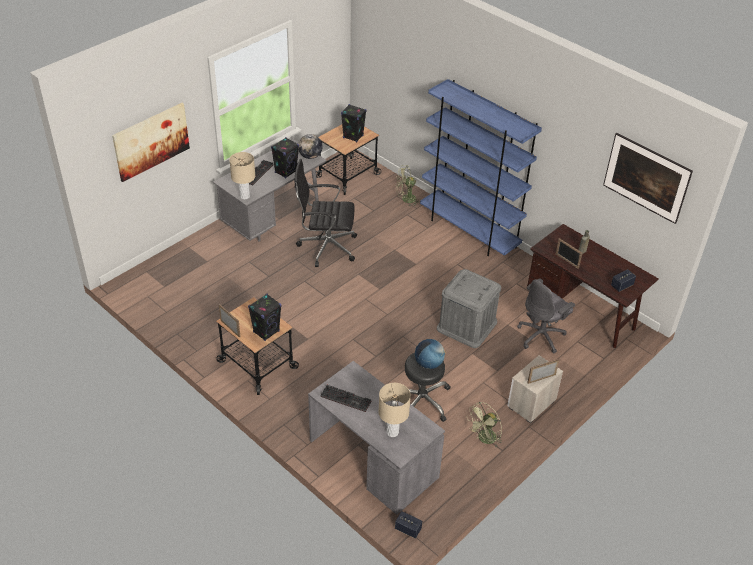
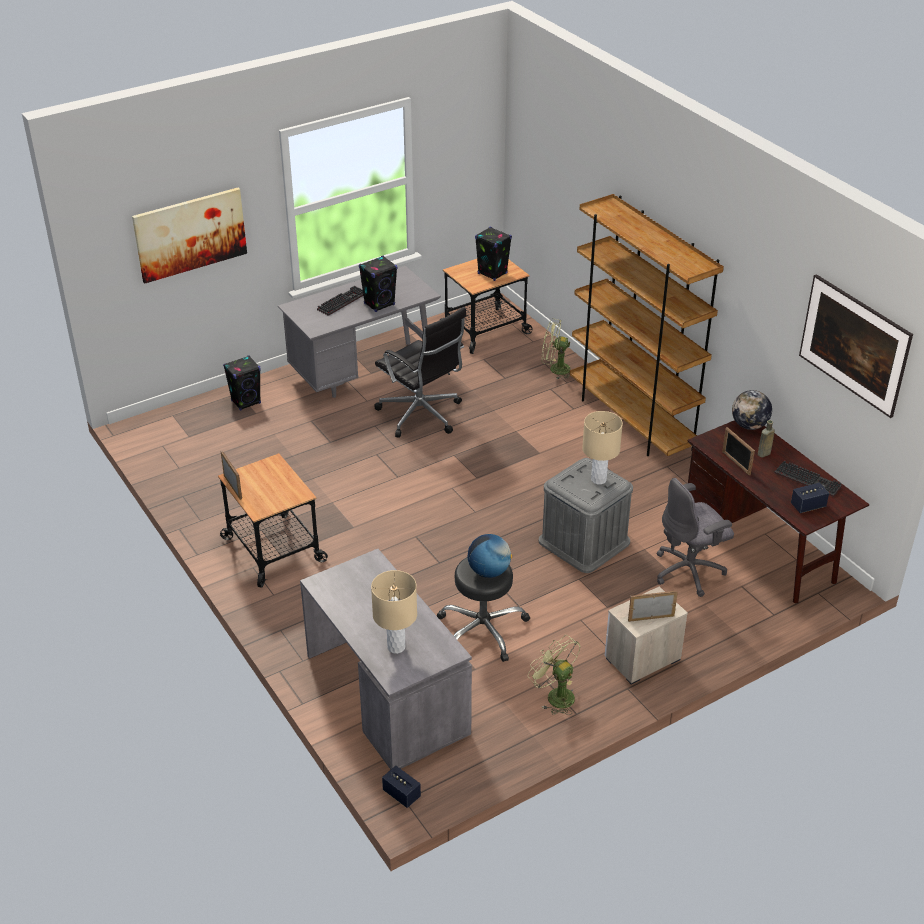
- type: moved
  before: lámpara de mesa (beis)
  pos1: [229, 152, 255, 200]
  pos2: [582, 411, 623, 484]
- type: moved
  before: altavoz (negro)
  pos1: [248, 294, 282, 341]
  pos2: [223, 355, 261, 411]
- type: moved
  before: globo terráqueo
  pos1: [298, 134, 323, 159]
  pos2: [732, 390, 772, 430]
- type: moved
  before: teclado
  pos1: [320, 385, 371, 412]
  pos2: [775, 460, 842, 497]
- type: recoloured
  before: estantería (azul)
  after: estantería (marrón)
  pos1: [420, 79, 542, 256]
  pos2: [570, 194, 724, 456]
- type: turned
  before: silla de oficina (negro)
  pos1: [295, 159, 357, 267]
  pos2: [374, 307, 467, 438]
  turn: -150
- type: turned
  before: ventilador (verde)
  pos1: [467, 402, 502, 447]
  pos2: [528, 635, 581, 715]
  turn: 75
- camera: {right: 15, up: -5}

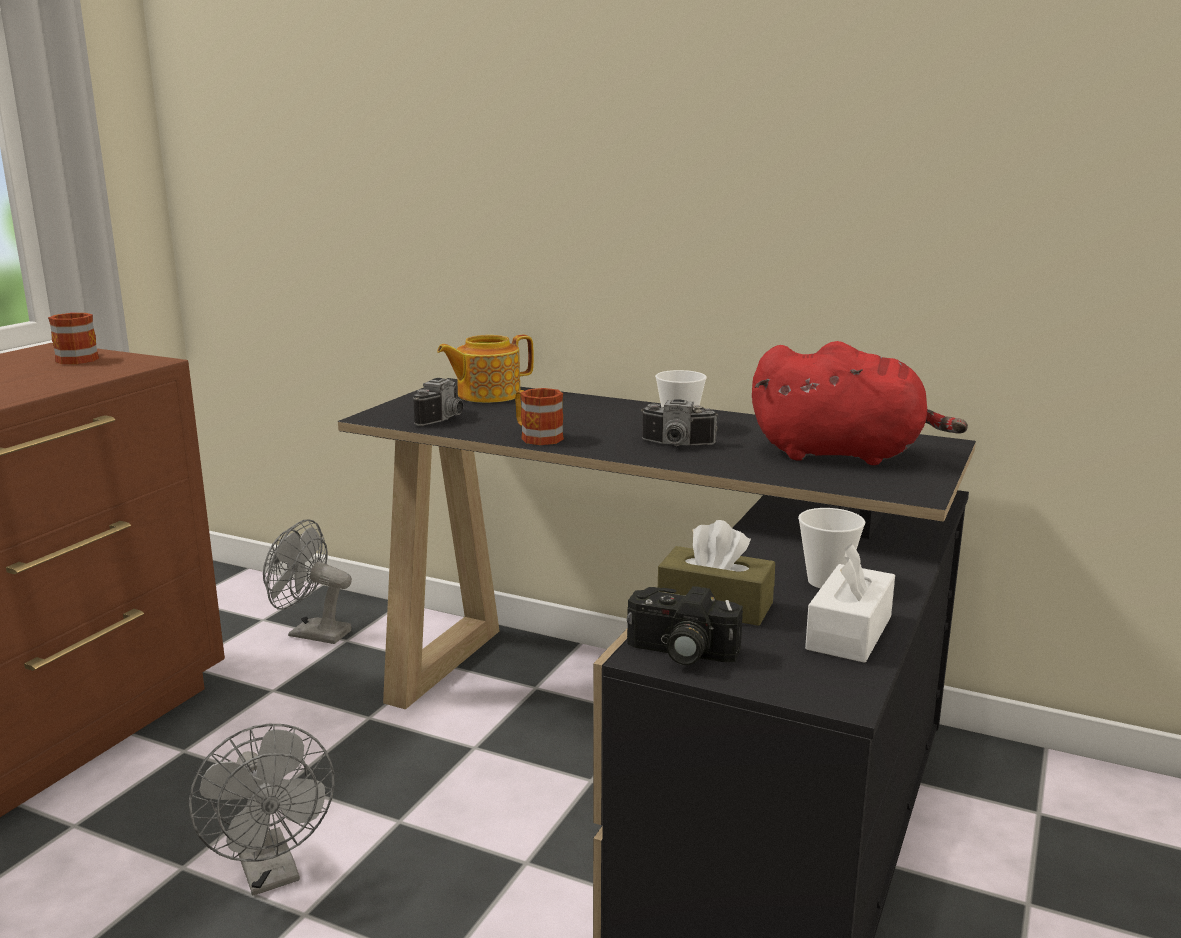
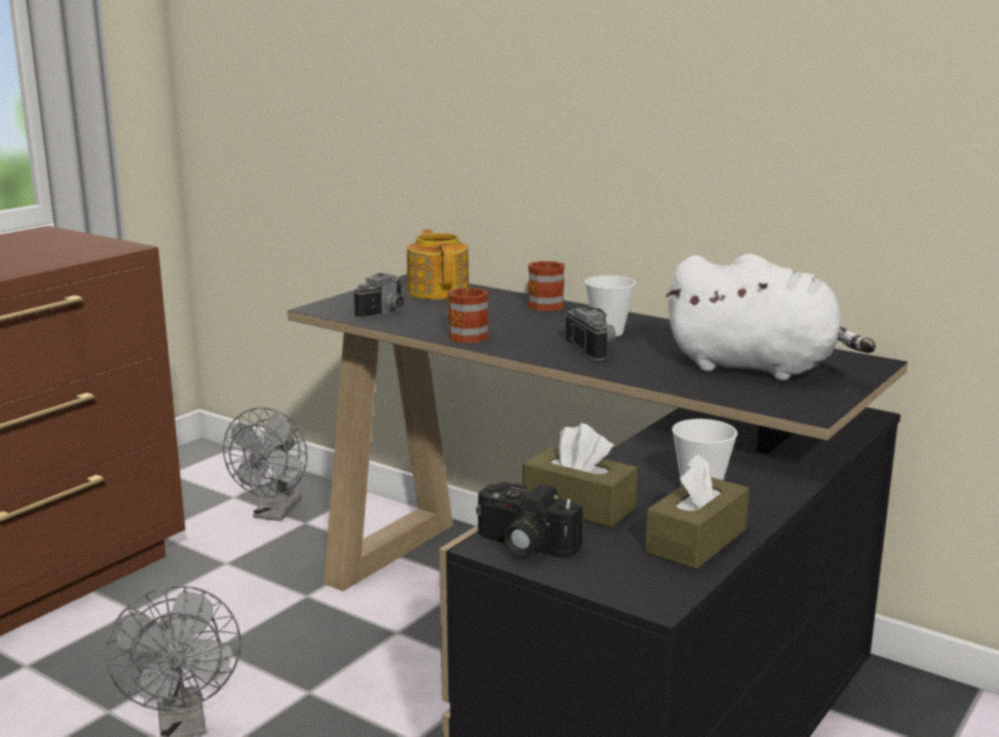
- type: moved
  before: taza grande
  pos1: [48, 313, 99, 364]
  pos2: [528, 261, 565, 311]
- type: recoloured
  before: peluche (rojo)
  after: peluche (blanco)
  pos1: [752, 341, 968, 465]
  pos2: [665, 254, 876, 381]
- type: recoloured
  before: caja de pañuelos (blanco)
  after: caja de pañuelos (marrón)
  pos1: [805, 543, 895, 663]
  pos2: [645, 453, 749, 569]
- type: turned
  before: ventilador (gris)
  pos1: [263, 519, 352, 644]
  pos2: [223, 407, 308, 521]
  turn: -105
- type: turned
  before: tetera
  pos1: [437, 335, 534, 403]
  pos2: [407, 229, 469, 300]
  turn: 90
- type: turned
  before: cámara
  pos1: [641, 399, 718, 446]
  pos2: [565, 307, 616, 361]
  turn: -135
- camera: {right: 10, up: 0}

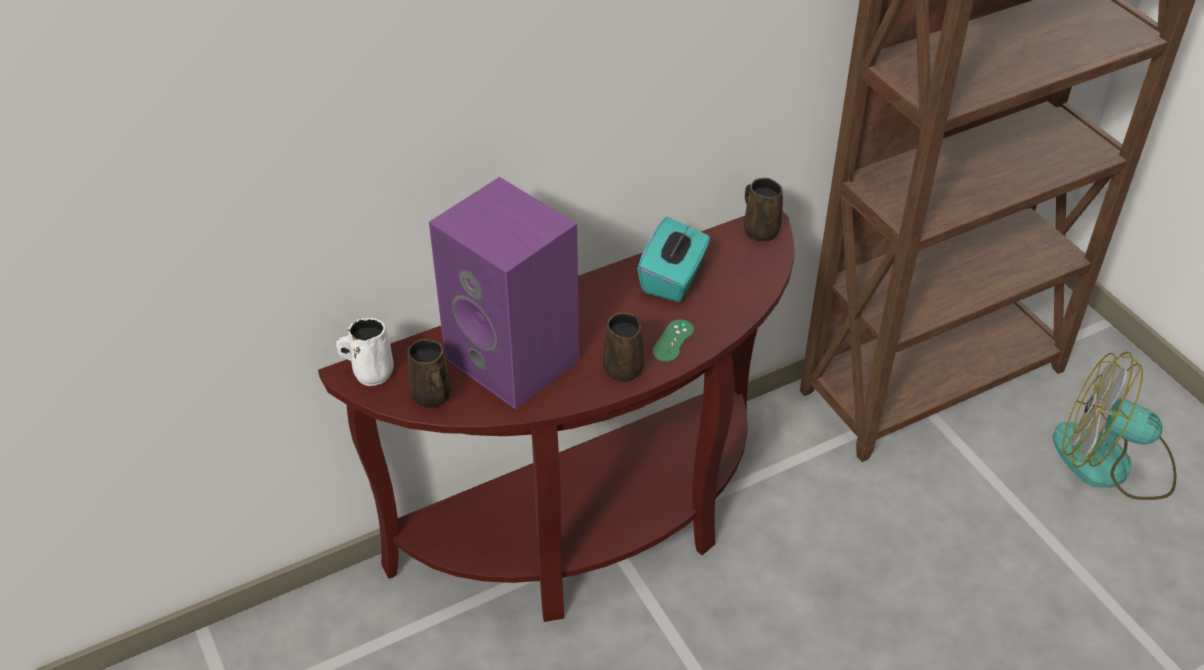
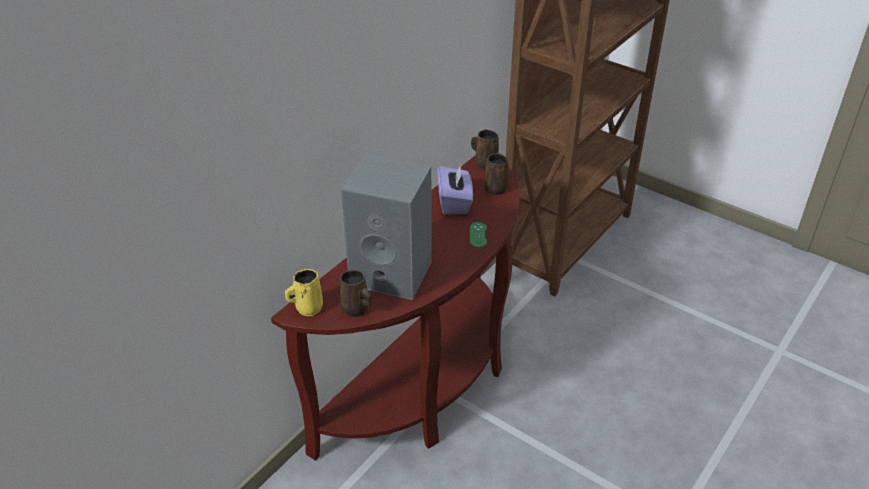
- type: removed
  before: ventilador
  pos1: [1053, 352, 1176, 500]
- type: moved
  before: taza grande (marrón)
  pos1: [603, 312, 644, 382]
  pos2: [484, 153, 509, 195]
- type: recoloured
  before: taza grande (blanco)
  after: taza grande (amarillo)
  pos1: [336, 318, 394, 386]
  pos2: [285, 269, 323, 316]
- type: recoloured
  before: altavoz (morado)
  after: altavoz (gris)
  pos1: [429, 177, 579, 409]
  pos2: [341, 154, 432, 300]
- type: recoloured
  before: caja de pañuelos (turquesa)
  after: caja de pañuelos (morado)
  pos1: [637, 217, 710, 302]
  pos2: [437, 164, 473, 215]
- camera: {right: -25, up: -5}

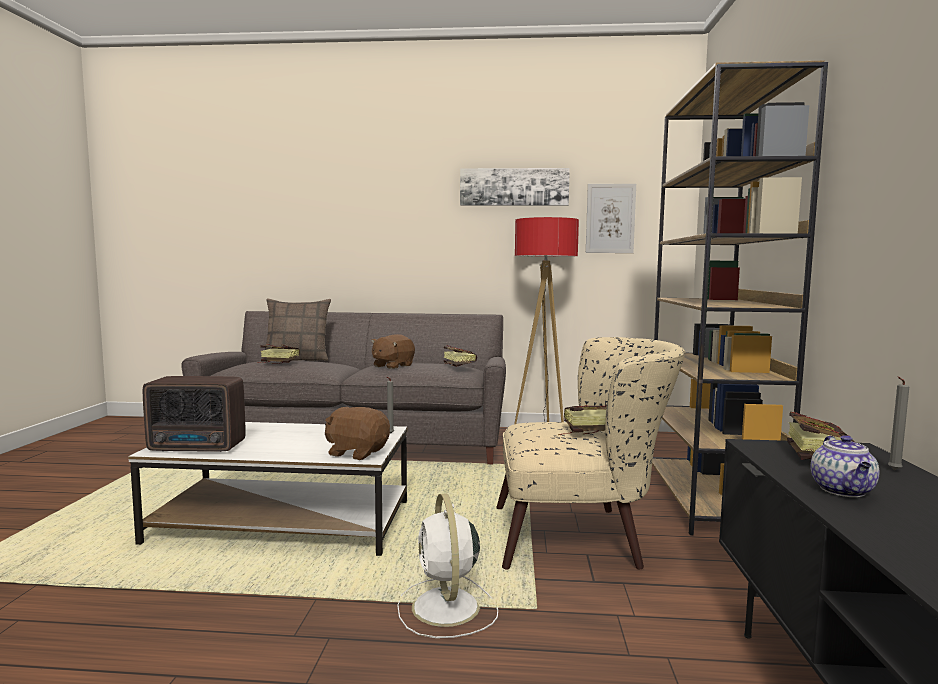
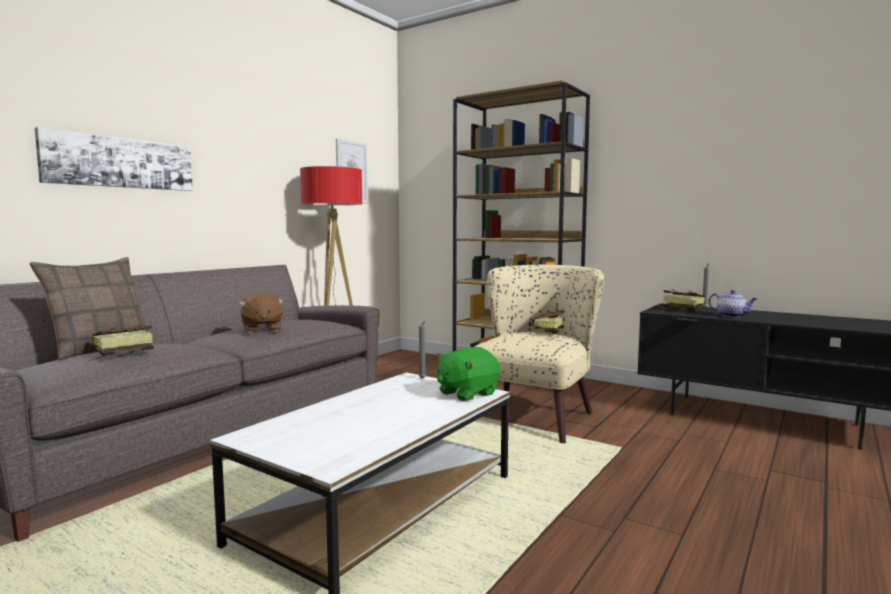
- type: removed
  before: radio
  pos1: [143, 376, 246, 452]
- type: removed
  before: ventilador (blanco)
  pos1: [397, 493, 498, 638]
- type: removed
  before: libro
  pos1: [444, 345, 477, 367]
- type: moved
  before: cuadro
  pos1: [460, 168, 570, 206]
  pos2: [35, 127, 193, 191]
- type: recoloured
  before: peluche (marrón)
  after: peluche (verde)
  pos1: [325, 407, 390, 460]
  pos2: [437, 347, 500, 401]
- camera: {right: -60, up: 0}

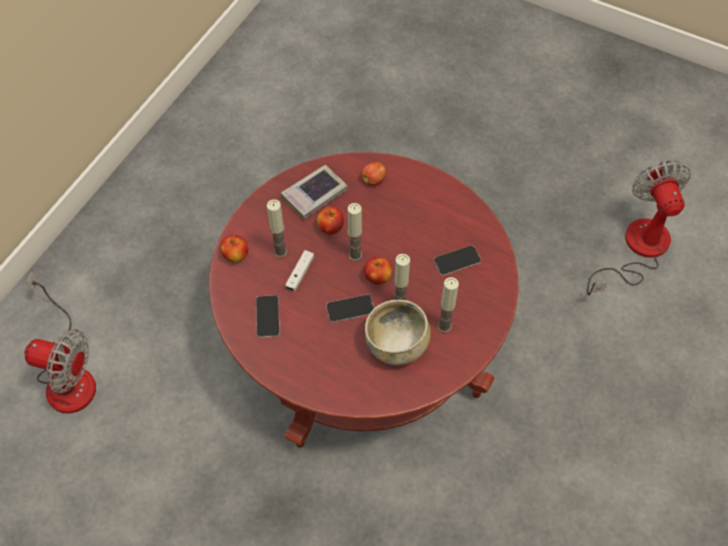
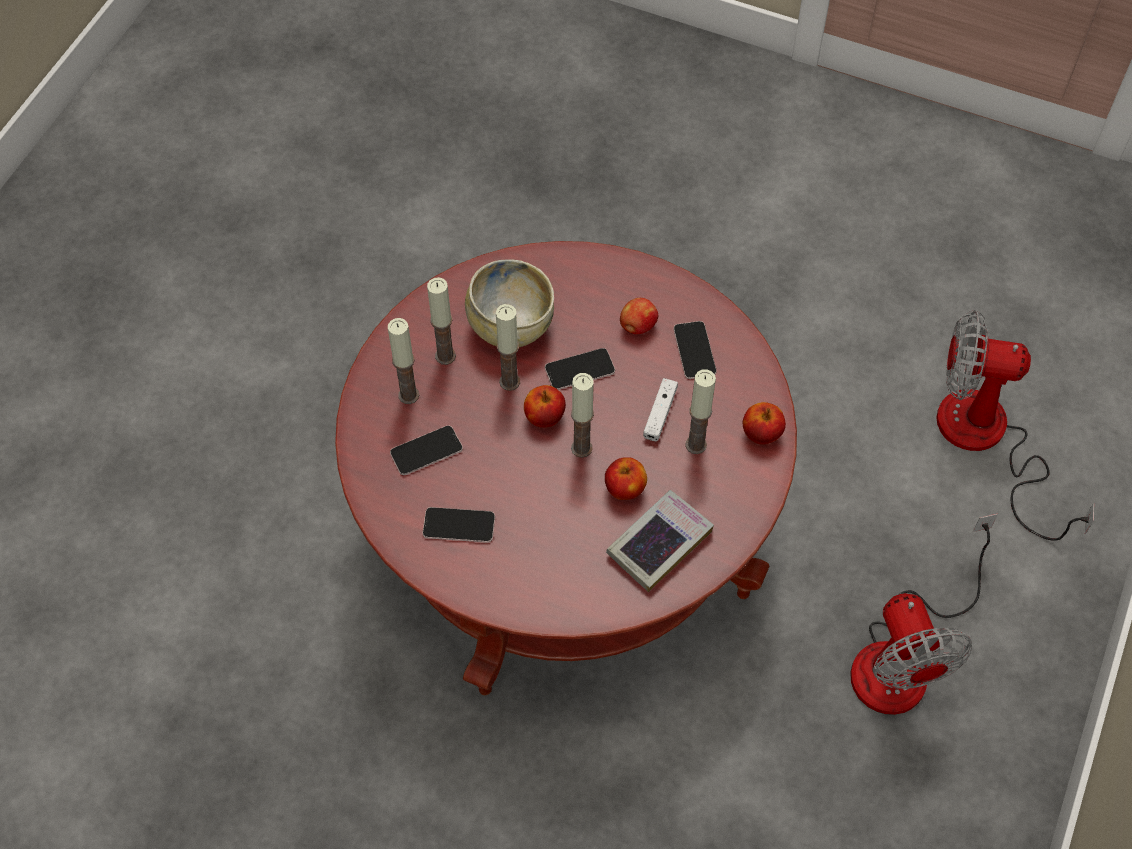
- type: added
  after: vela
  pos2: [388, 318, 419, 404]
- type: added
  after: móvil
  pos2: [423, 507, 495, 543]
- type: moved
  before: manzana
  pos1: [361, 162, 387, 186]
  pos2: [620, 298, 658, 334]
- type: moved
  before: ventilador
  pos1: [587, 160, 691, 295]
  pos2: [851, 513, 998, 715]
- camera: {right: 175, up: 0}

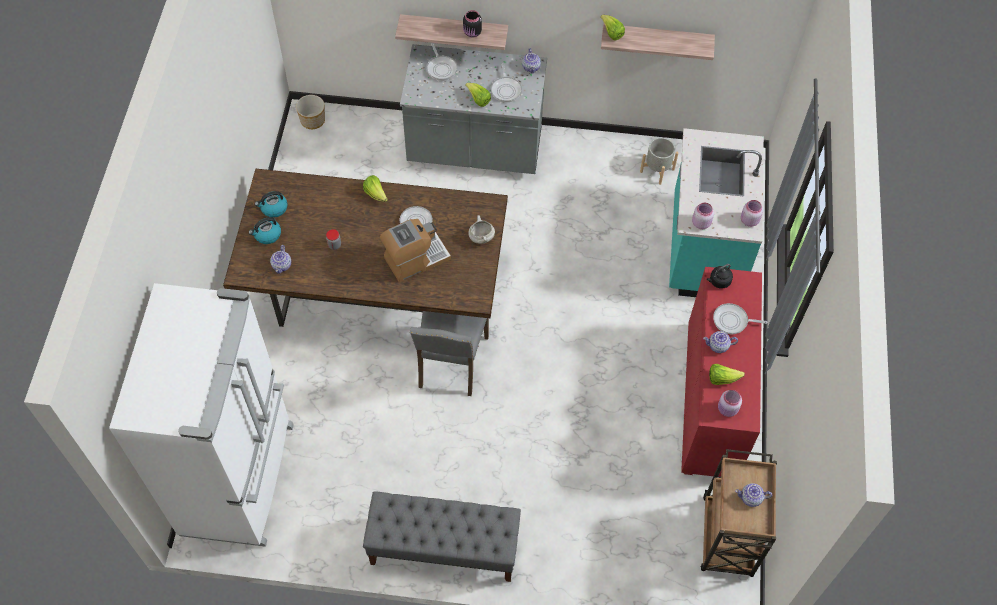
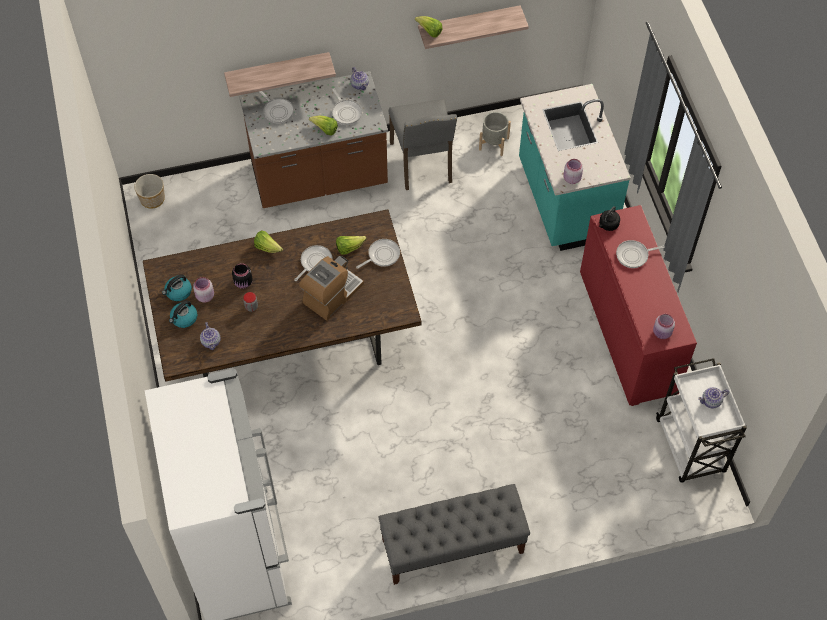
- type: removed
  before: tetera
  pos1: [703, 331, 738, 353]
- type: moved
  before: silla (gris)
  pos1: [410, 311, 489, 396]
  pos2: [389, 99, 457, 190]
- type: moved
  before: tarro (negro)
  pos1: [463, 10, 482, 38]
  pos2: [232, 263, 252, 289]
- type: moved
  before: lechuga
  pos1: [709, 364, 745, 385]
  pos2: [336, 236, 366, 255]
- type: moved
  before: tarro (rosa)
  pos1: [741, 200, 763, 227]
  pos2: [193, 277, 214, 302]
- type: replaced
  before: olla (blanco)
  after: sartén
  pos1: [468, 215, 495, 244]
  pos2: [356, 239, 400, 269]
- type: recoloured
  before: mueble bajo de cocina (gris)
  after: mueble bajo de cocina (marrón)
  pos1: [400, 44, 547, 174]
  pos2: [240, 71, 388, 208]
- type: recoloured
  before: carrito (marrón)
  after: carrito (blanco)
  pos1: [701, 449, 777, 577]
  pos2: [656, 358, 747, 482]
- camera: {right: -20, up: 0}

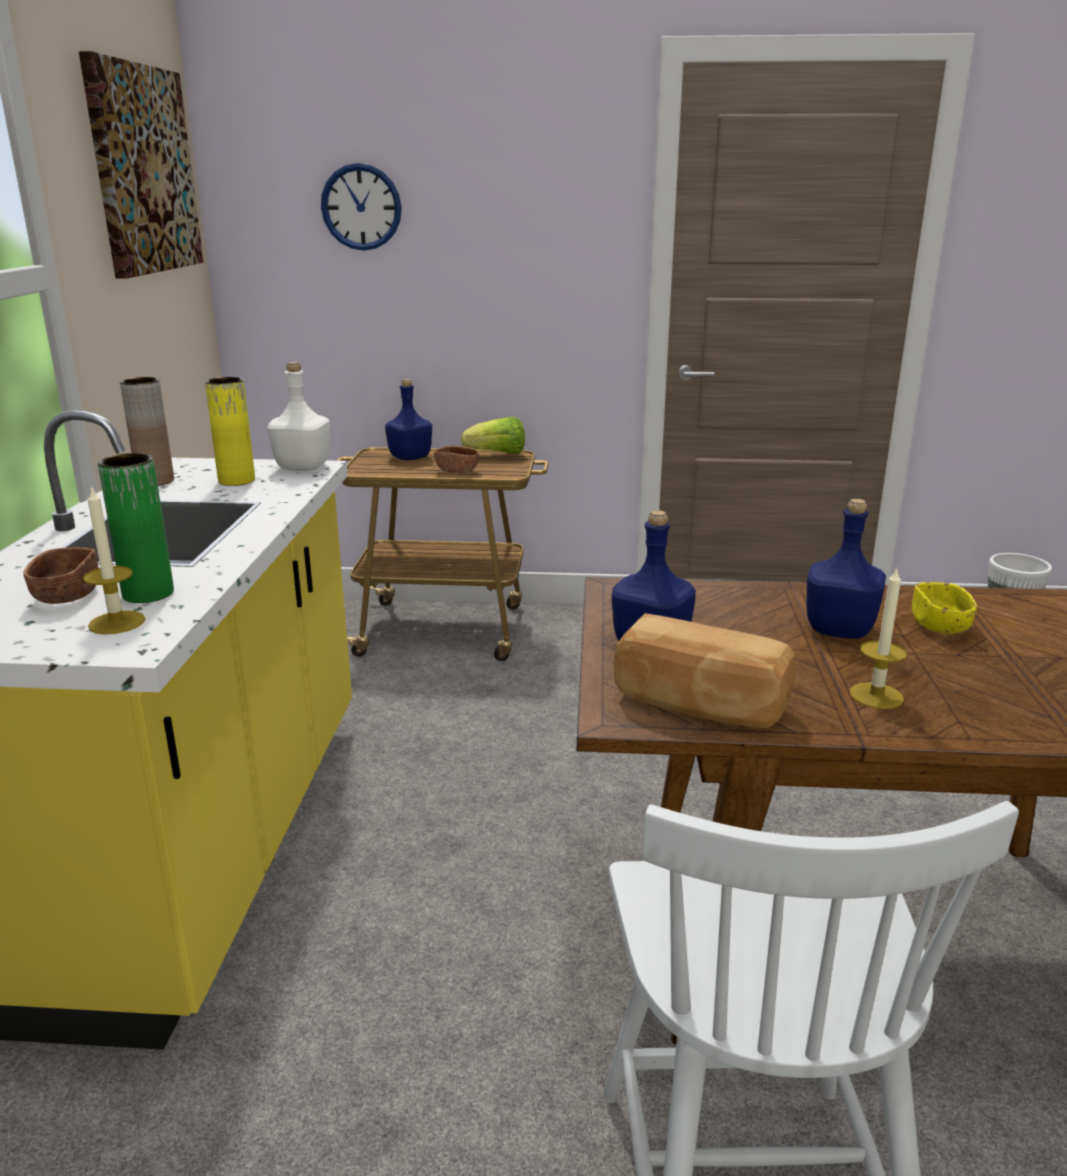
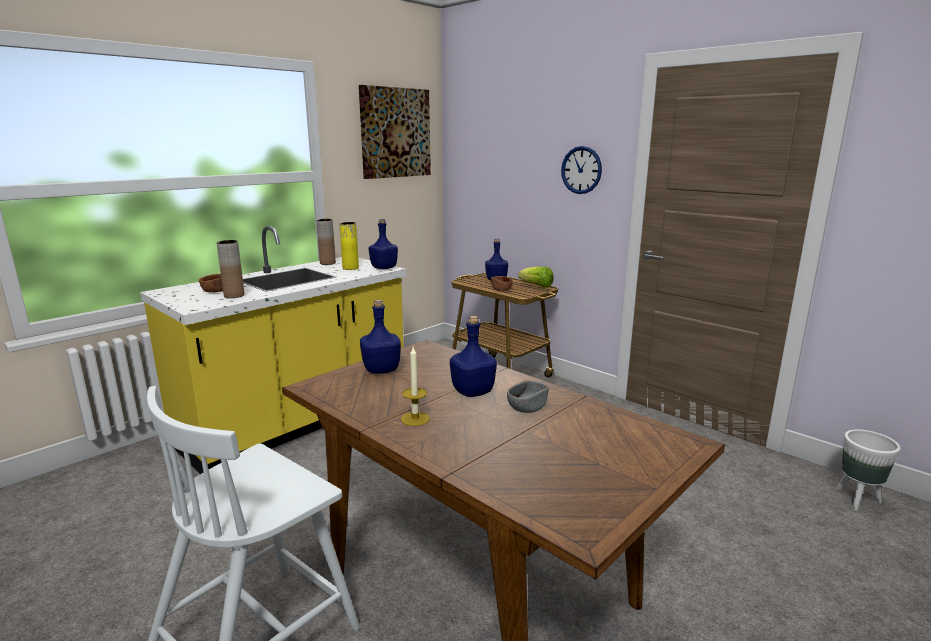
- type: removed
  before: vela
  pos1: [83, 485, 145, 634]
- type: removed
  before: pan
  pos1: [614, 613, 795, 728]
- type: moved
  before: reloj de pared
  pos1: [321, 163, 402, 251]
  pos2: [561, 146, 602, 194]
- type: recoloured
  before: florero (verde)
  after: florero (marrón)
  pos1: [98, 453, 174, 603]
  pos2: [217, 240, 245, 298]
- type: recoloured
  before: botella (blanco)
  after: botella (azul)
  pos1: [268, 362, 330, 470]
  pos2: [369, 219, 398, 269]
- type: recoloured
  before: cuenco (amarillo)
  after: cuenco (gris)
  pos1: [912, 582, 977, 634]
  pos2: [507, 380, 549, 413]
- camera: {right: 40, up: -5}

